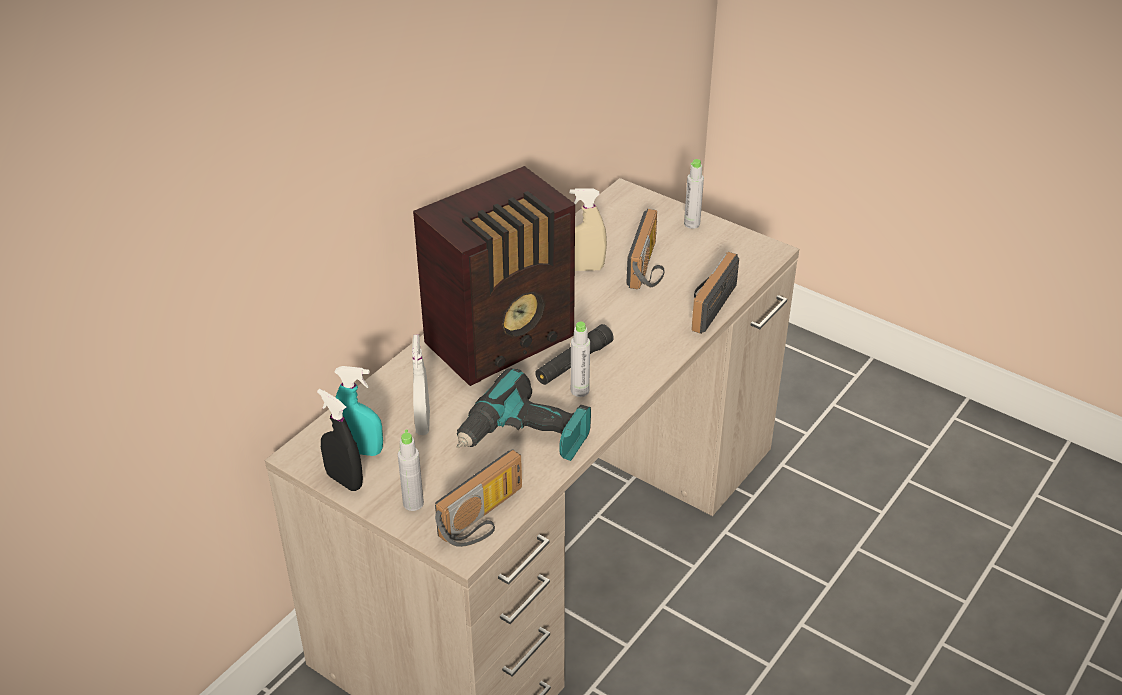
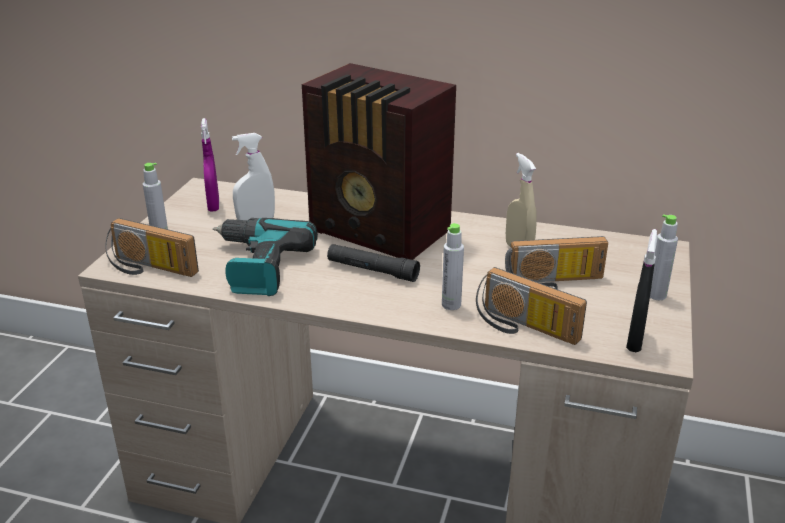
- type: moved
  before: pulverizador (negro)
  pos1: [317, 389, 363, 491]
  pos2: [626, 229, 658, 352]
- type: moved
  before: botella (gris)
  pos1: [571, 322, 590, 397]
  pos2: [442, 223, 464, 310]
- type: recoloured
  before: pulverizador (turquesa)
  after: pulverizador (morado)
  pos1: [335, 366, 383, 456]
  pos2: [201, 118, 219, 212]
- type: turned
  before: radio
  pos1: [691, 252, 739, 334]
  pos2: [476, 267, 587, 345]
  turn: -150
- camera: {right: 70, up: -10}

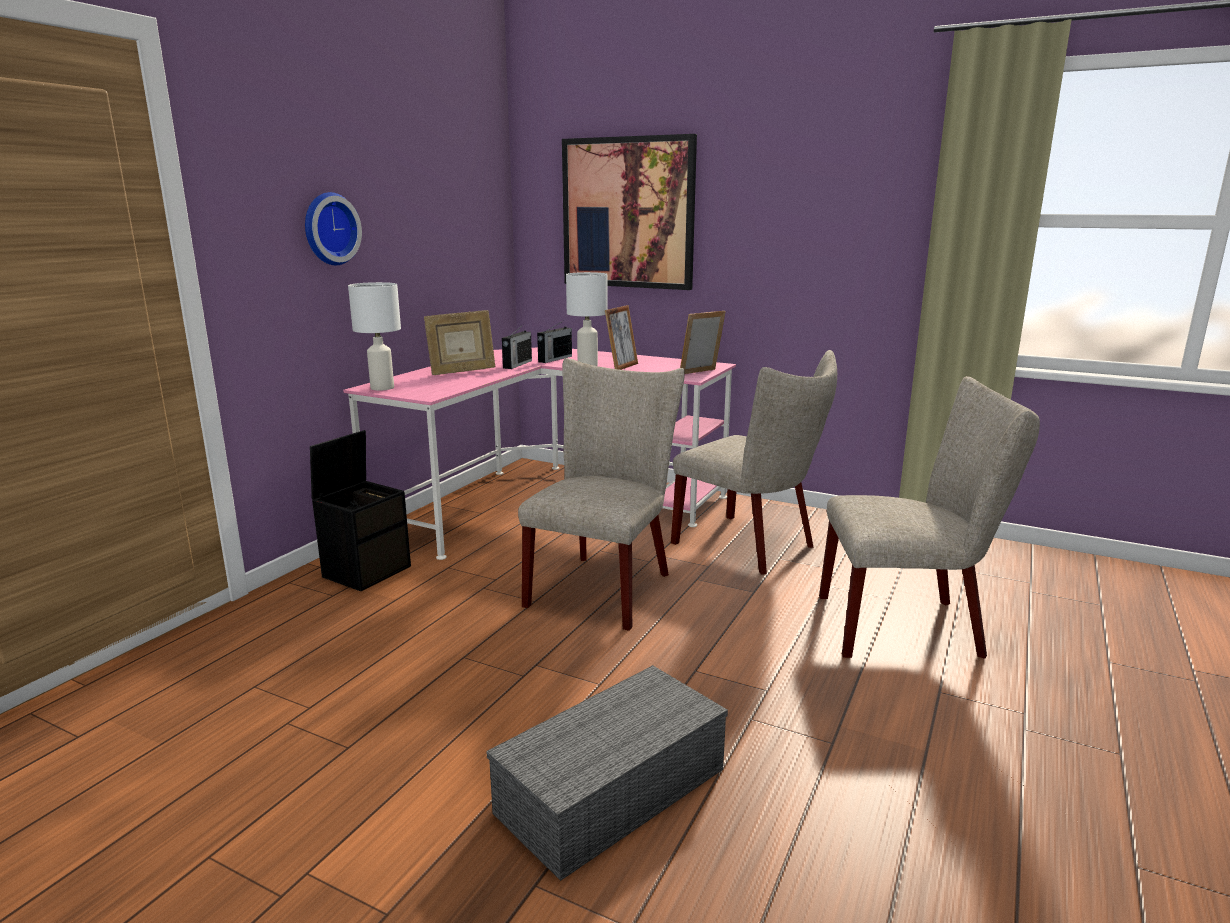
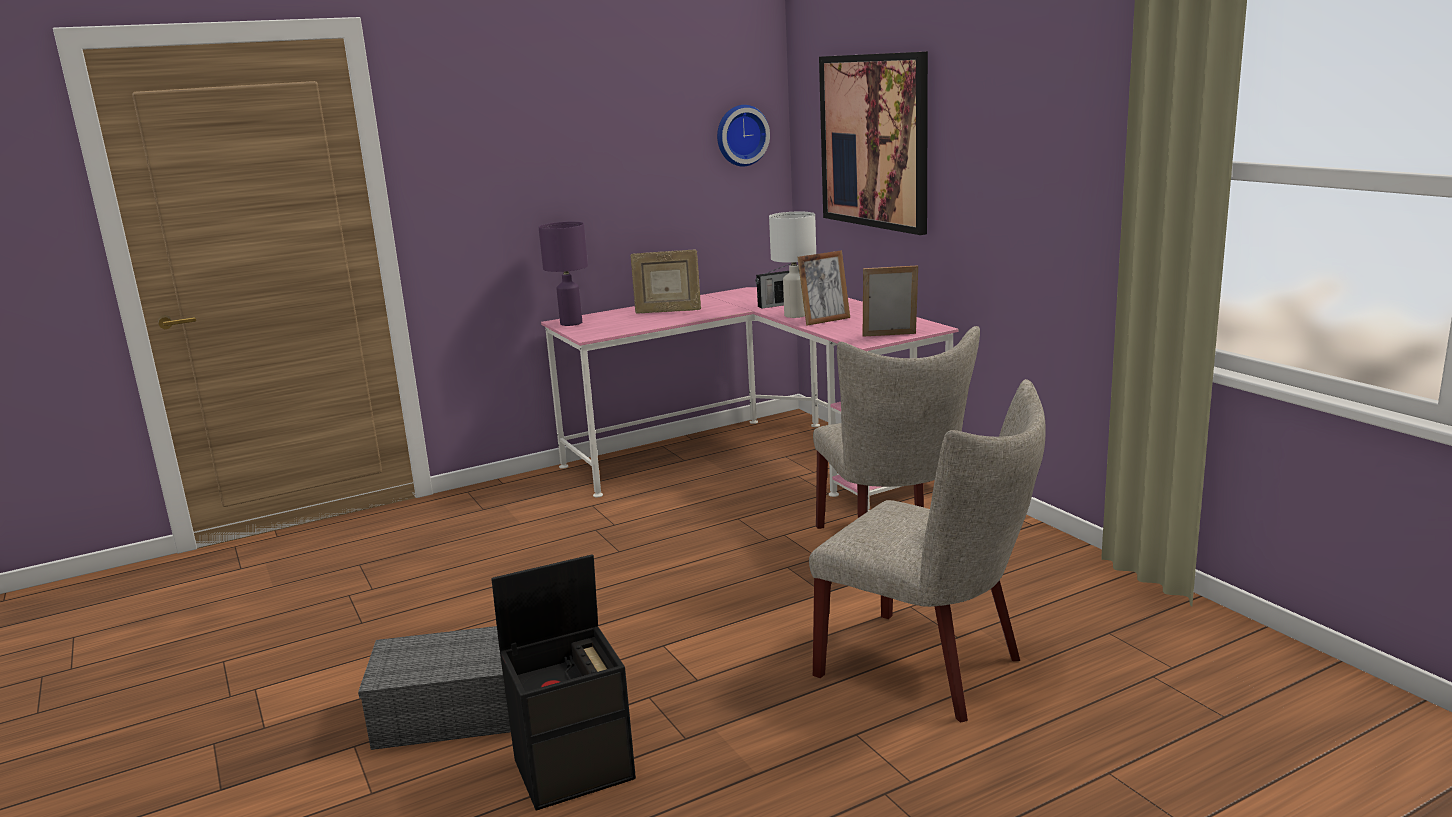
- type: removed
  before: radio
  pos1: [502, 324, 532, 369]
- type: removed
  before: silla (beis)
  pos1: [518, 358, 685, 631]
- type: moved
  before: reloj de pared
  pos1: [305, 192, 362, 265]
  pos2: [717, 105, 770, 166]
- type: moved
  before: caja de almacenaje (negro)
  pos1: [310, 430, 411, 591]
  pos2: [491, 554, 636, 811]
- type: recoloured
  before: lámpara de mesa (blanco)
  after: lámpara de mesa (morado)
  pos1: [348, 282, 401, 391]
  pos2: [539, 222, 588, 326]
- camera: {right: 35, up: 0}

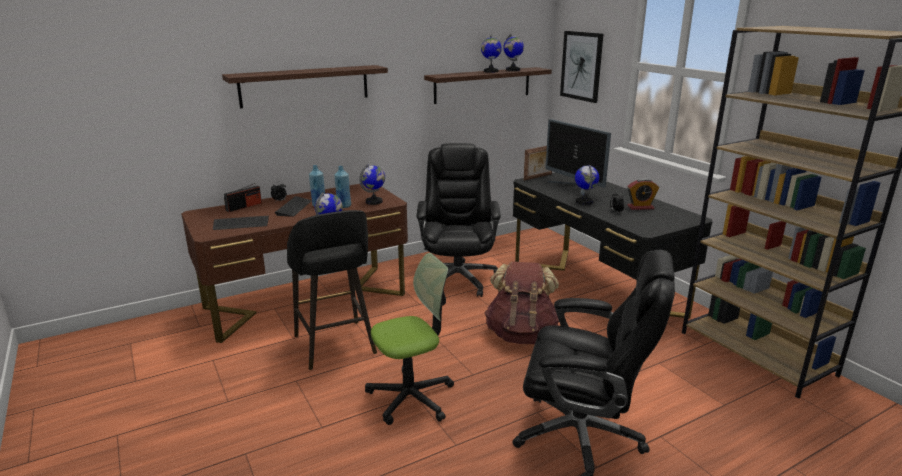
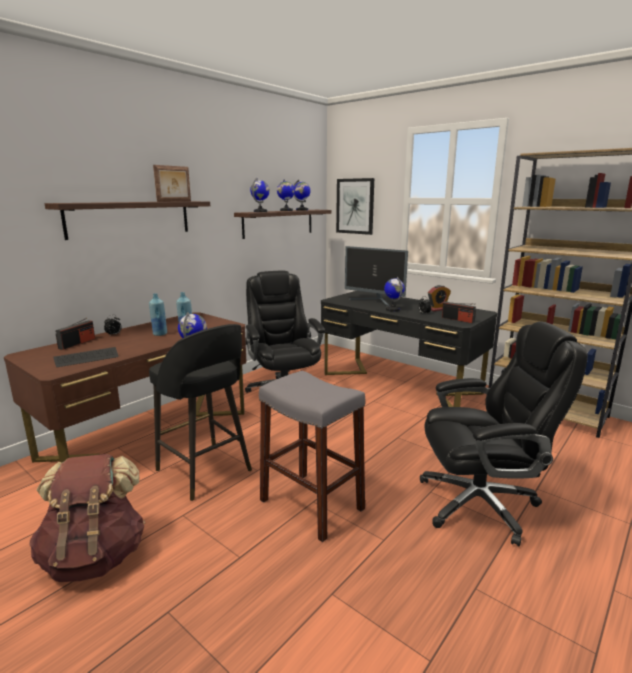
- type: removed
  before: teclado
  pos1: [274, 196, 311, 217]
- type: added
  after: radio
  pos2: [442, 302, 476, 323]
- type: moved
  before: globo terráqueo
  pos1: [359, 164, 385, 205]
  pos2: [250, 177, 270, 212]
- type: moved
  before: mochila (marrón)
  pos1: [485, 261, 559, 344]
  pos2: [29, 454, 145, 582]
- type: moved
  before: portarretratos
  pos1: [524, 146, 552, 181]
  pos2: [153, 165, 191, 202]
- type: replaced
  before: silla de oficina
  after: taburete (gris)
  pos1: [365, 253, 454, 425]
  pos2: [259, 371, 365, 542]
- camera: {right: -20, up: -5}

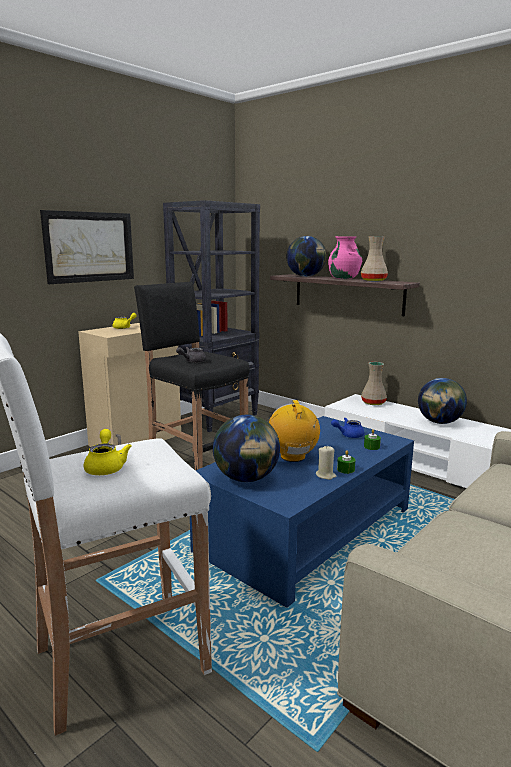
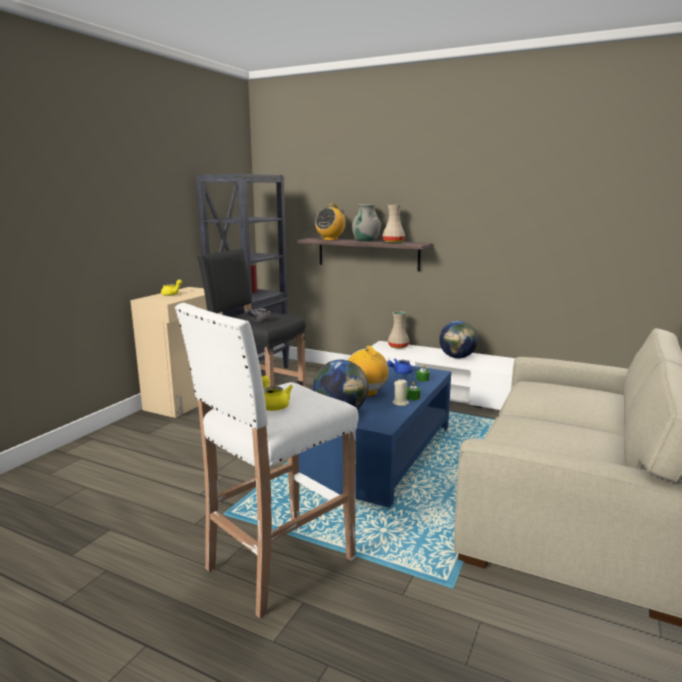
- type: removed
  before: cuadro
  pos1: [40, 210, 134, 284]
- type: replaced
  before: globo terráqueo
  after: radio
  pos1: [286, 236, 326, 277]
  pos2: [315, 204, 346, 240]
- type: recoloured
  before: florero (rosa)
  after: florero (gris)
  pos1: [328, 236, 362, 279]
  pos2: [352, 204, 381, 241]
- camera: {right: -15, up: 0}

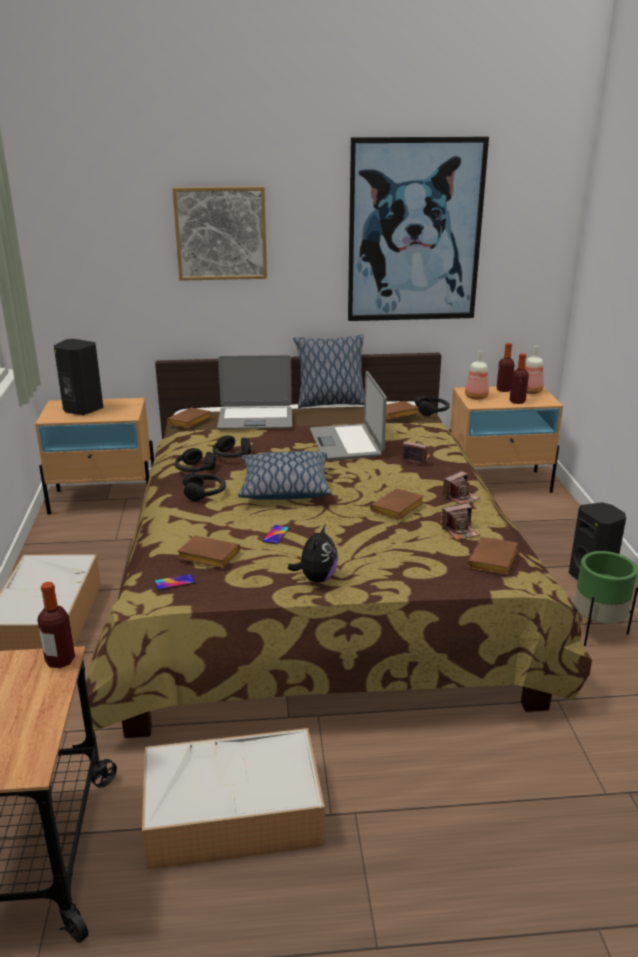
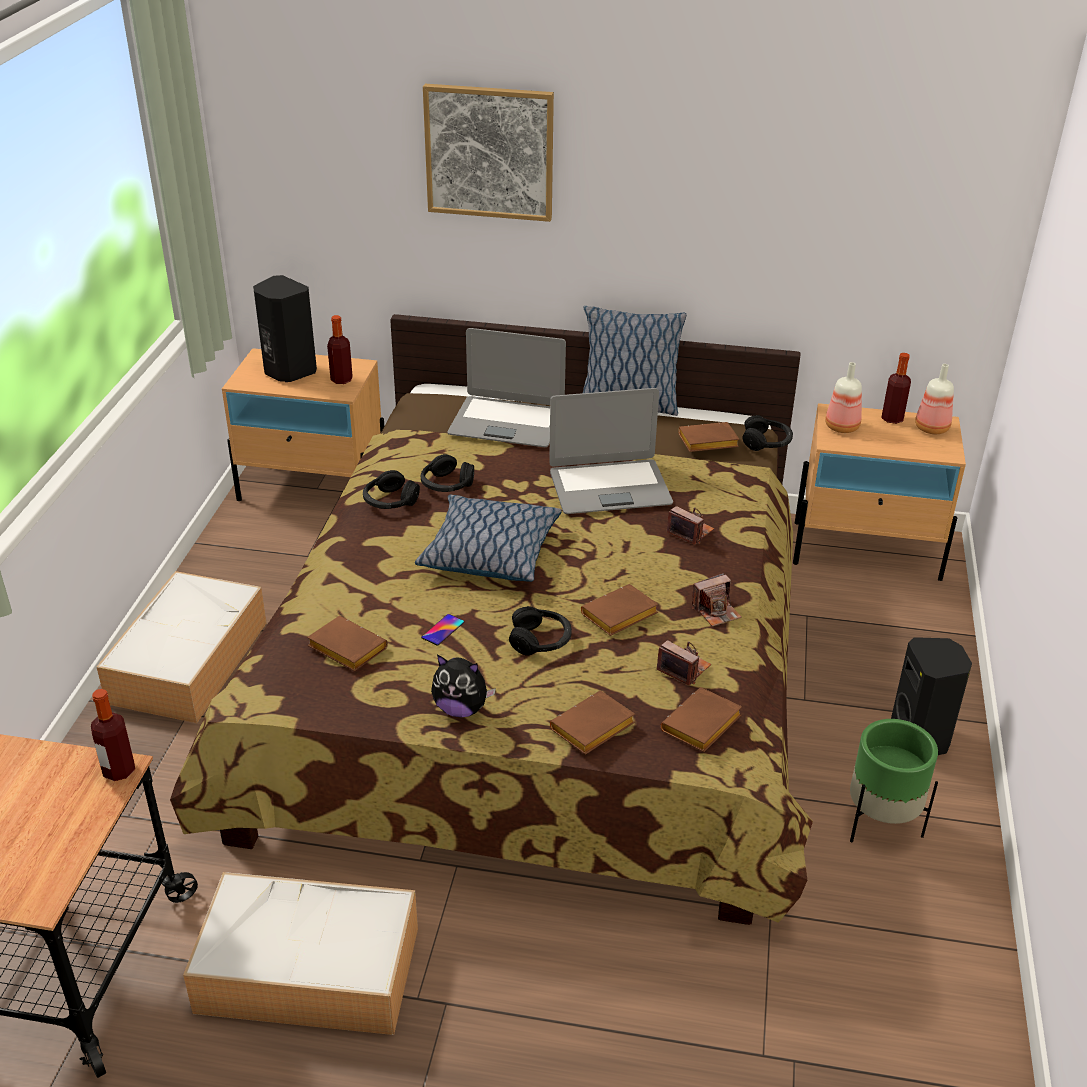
- type: removed
  before: móvil
  pos1: [154, 574, 195, 590]
- type: removed
  before: cuadro
  pos1: [348, 137, 489, 321]
- type: moved
  before: libro (marrón)
  pos1: [167, 407, 211, 428]
  pos2: [550, 691, 635, 755]
- type: moved
  before: auriculares (negro)
  pos1: [183, 473, 226, 501]
  pos2: [509, 606, 572, 656]
- type: moved
  before: botella
  pos1: [509, 353, 529, 404]
  pos2: [327, 315, 353, 384]
- type: turned
  before: peluche
  pos1: [288, 523, 338, 583]
  pos2: [431, 655, 496, 717]
  turn: 75
- type: turned
  before: portátil
  pos1: [310, 371, 387, 460]
  pos2: [549, 388, 673, 514]
  turn: -105
- type: turned
  before: cámara
  pos1: [441, 502, 480, 540]
  pos2: [657, 640, 711, 686]
  turn: -135
- camera: {right: 15, up: 10}

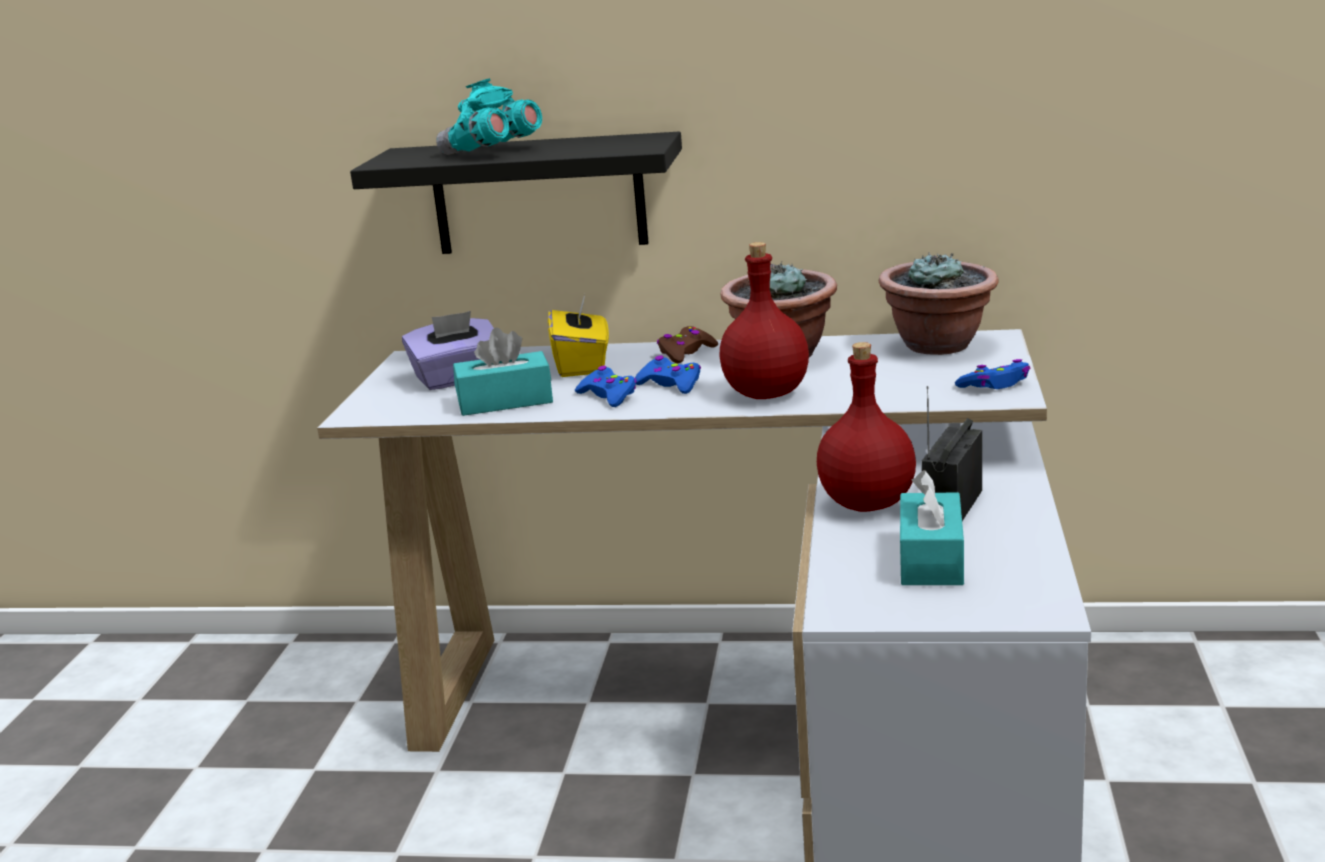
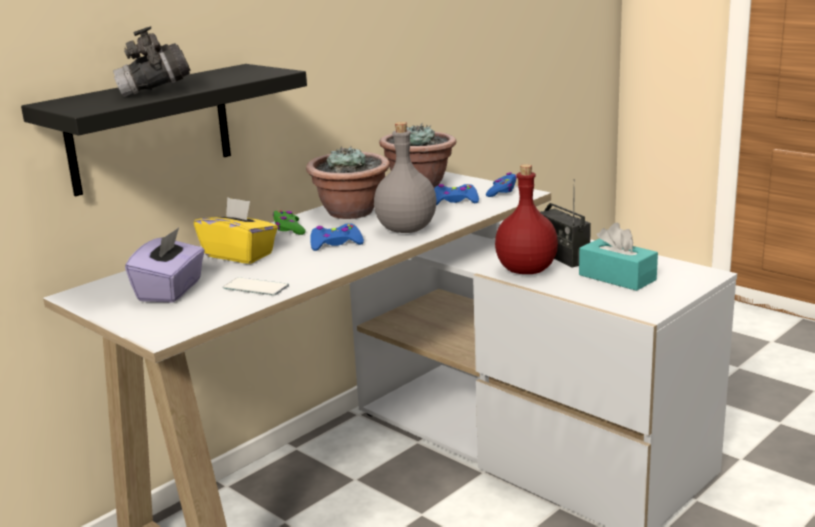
- type: moved
  before: mando de consola (azul)
  pos1: [575, 366, 637, 407]
  pos2: [434, 184, 479, 205]
- type: replaced
  before: caja de pañuelos (turquesa)
  after: móvil
  pos1: [453, 328, 553, 416]
  pos2: [223, 277, 289, 296]
- type: recoloured
  before: prismáticos (turquesa)
  after: prismáticos (gris)
  pos1: [436, 78, 542, 155]
  pos2: [113, 26, 191, 97]
- type: recoloured
  before: mando de consola (marrón)
  after: mando de consola (verde)
  pos1: [657, 326, 718, 363]
  pos2: [273, 210, 306, 235]
- type: recoloured
  before: botella (rojo)
  after: botella (gris)
  pos1: [719, 242, 809, 399]
  pos2: [374, 122, 436, 233]
- camera: {right: -55, up: 0}

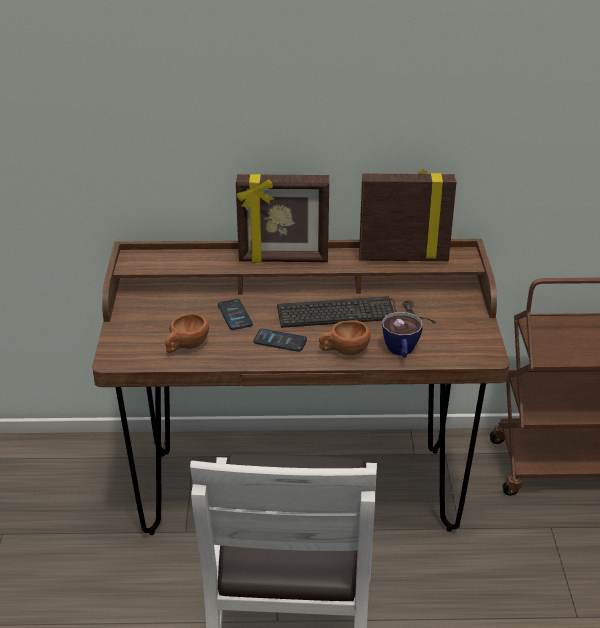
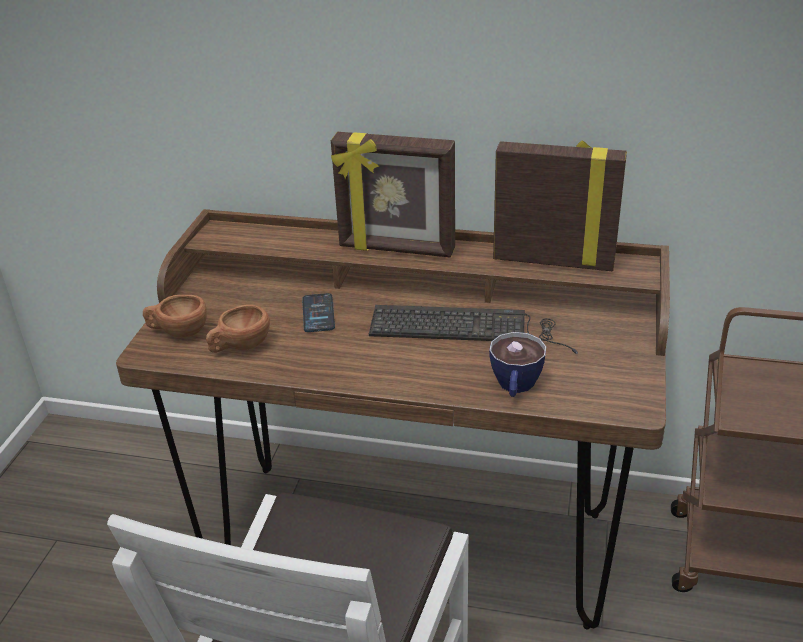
- type: removed
  before: móvil
  pos1: [253, 329, 307, 352]
- type: moved
  before: taza (marrón)
  pos1: [319, 320, 370, 355]
  pos2: [143, 295, 207, 338]
- camera: {right: 15, up: 0}

